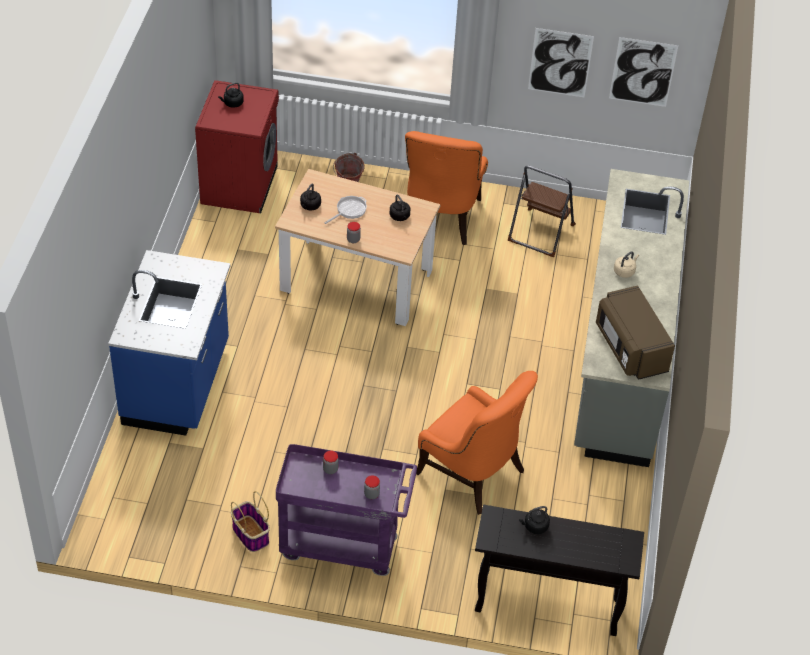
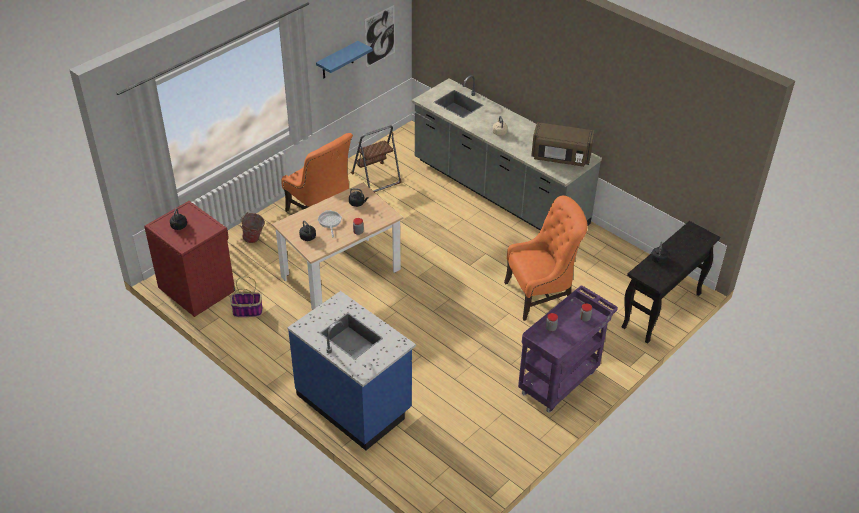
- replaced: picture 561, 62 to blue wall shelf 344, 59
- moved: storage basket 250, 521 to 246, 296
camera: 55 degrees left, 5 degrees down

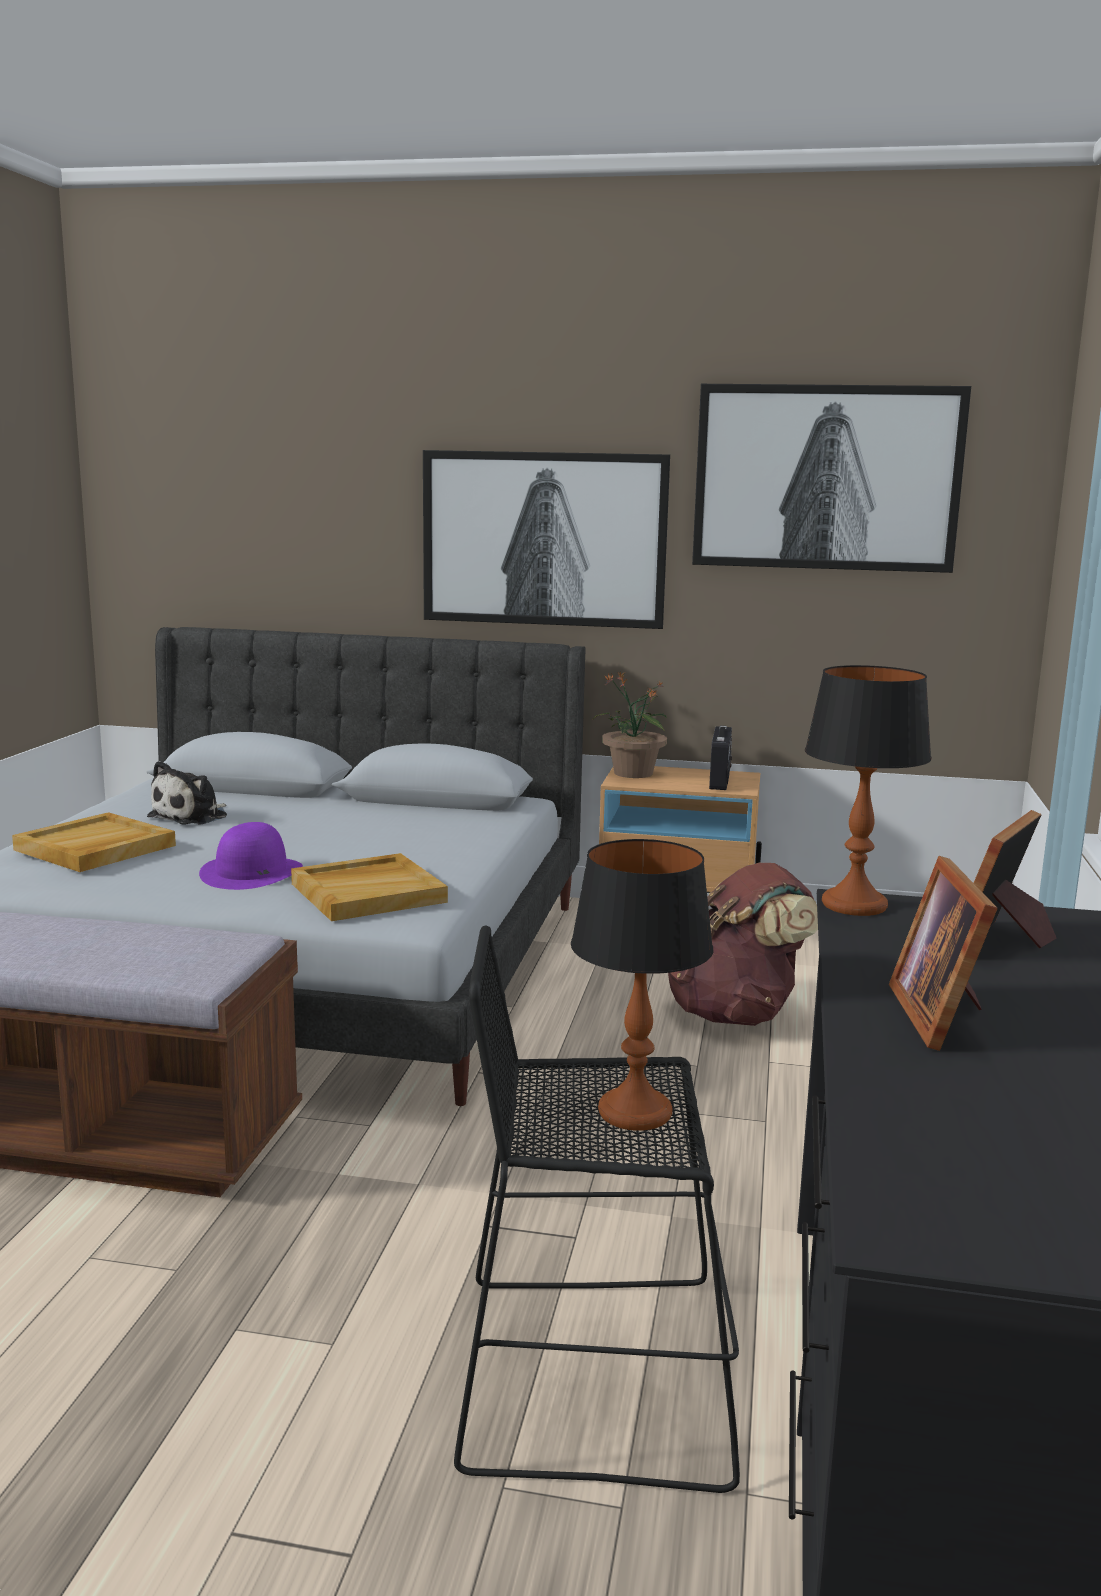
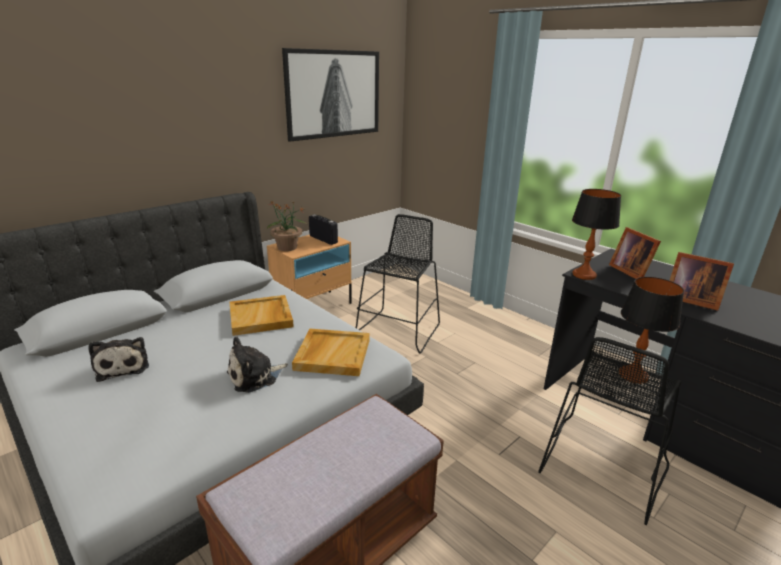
- removed: picture 546, 539
- moved: sand-coloured serving tray 94, 842 to 262, 315
- replaced: purple wearable hat 251, 856 to soft toy 257, 365
- replaced: brownish backpack 743, 944 to black-coloured stool seat 398, 284
camera: 55 degrees left, 10 degrees up

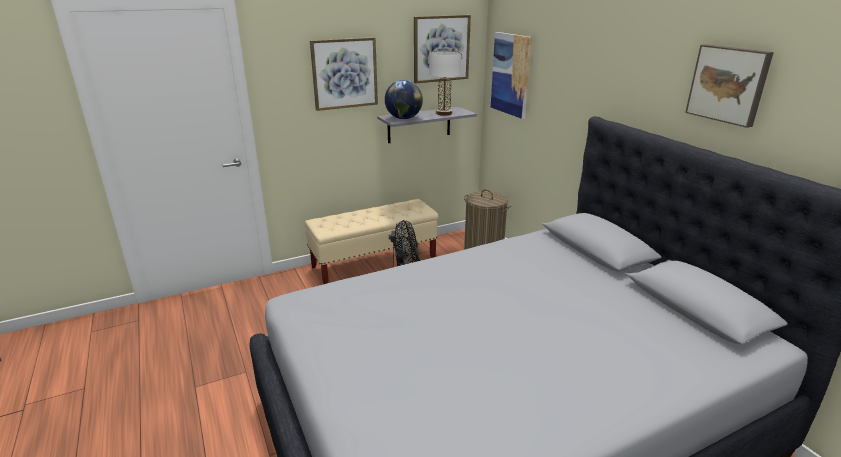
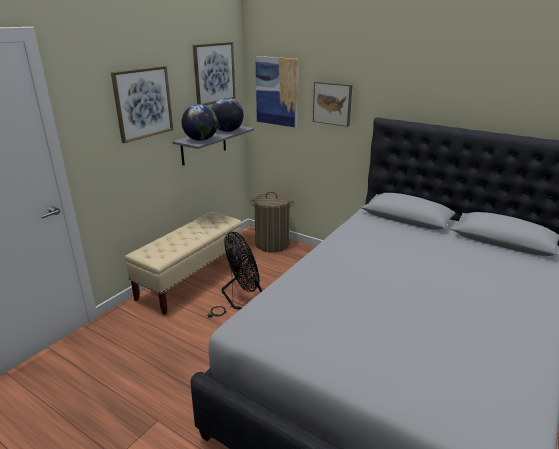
- moved: picture 729, 86 to 332, 104
- replaced: lamp for a table 445, 83 to globe 227, 115
camera: 30 degrees left, 0 degrees up

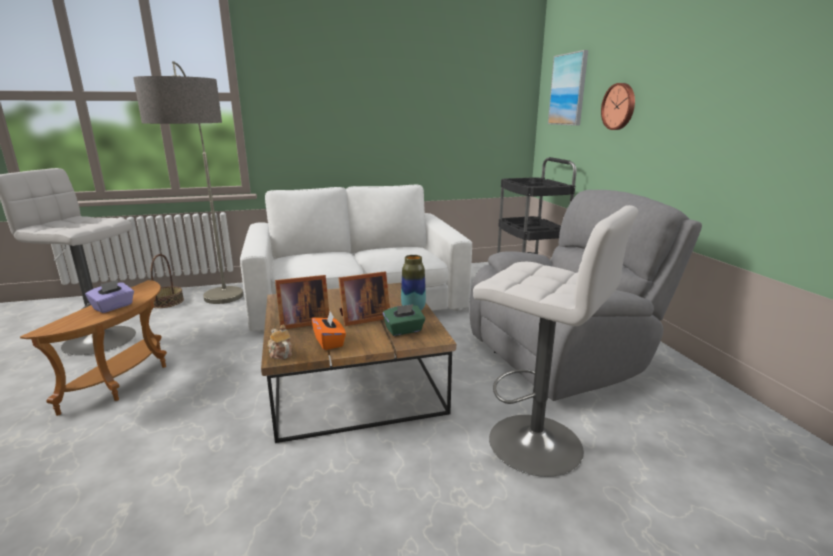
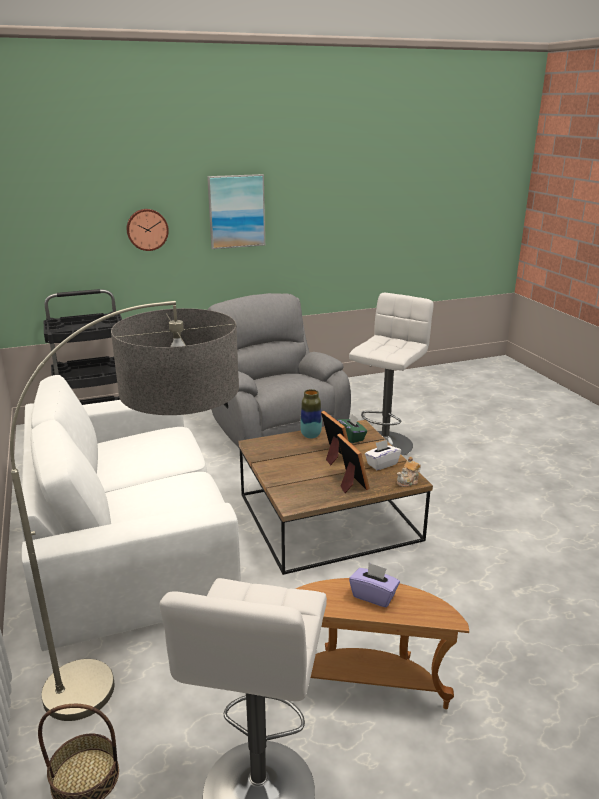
- moved: picture 568, 88 to 236, 211
- recoloured: orangey tissue holder 329, 331 to white tissue holder 383, 455
camera: 95 degrees left, 5 degrees up

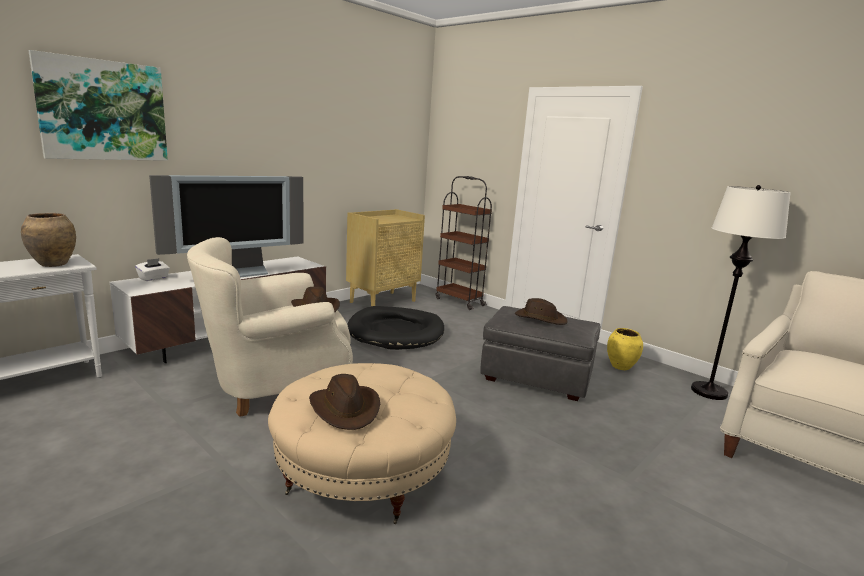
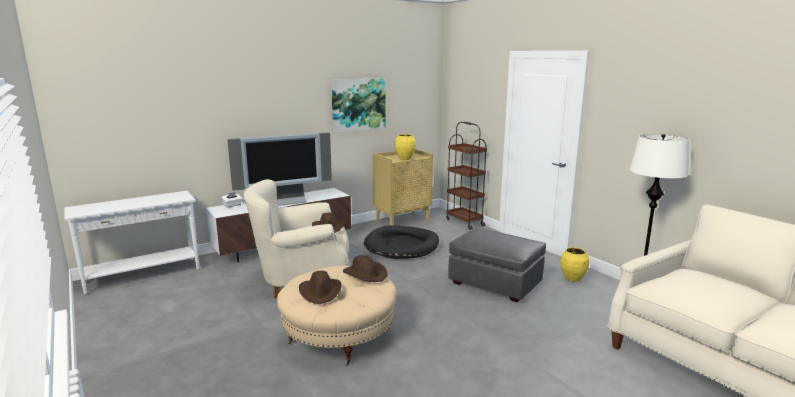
- moved: picture 98, 105 to 358, 105
- removed: brownish vase 48, 240
- moved: brownish wearable hat 541, 311 to 365, 268
- added: yellow-coloured vase 405, 147
camera: 15 degrees right, 0 degrees up

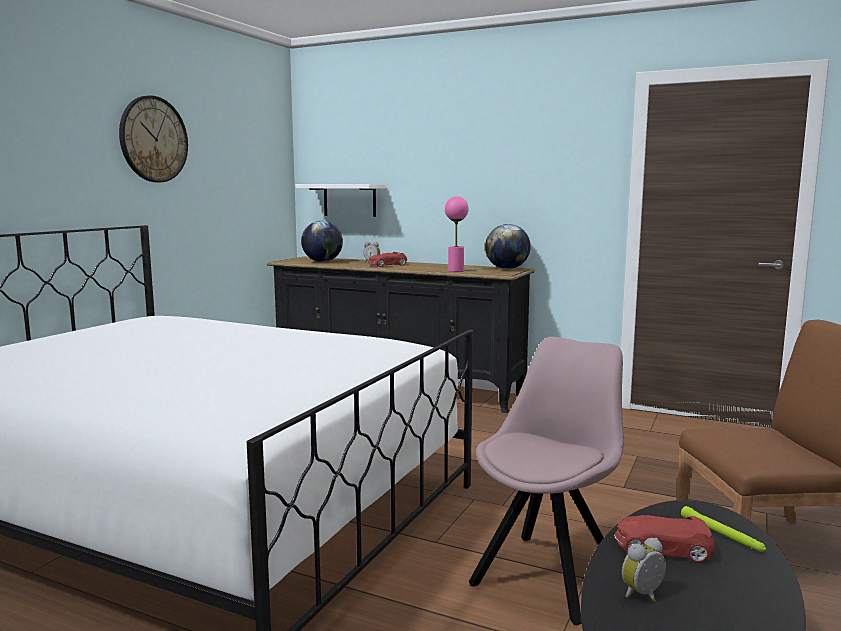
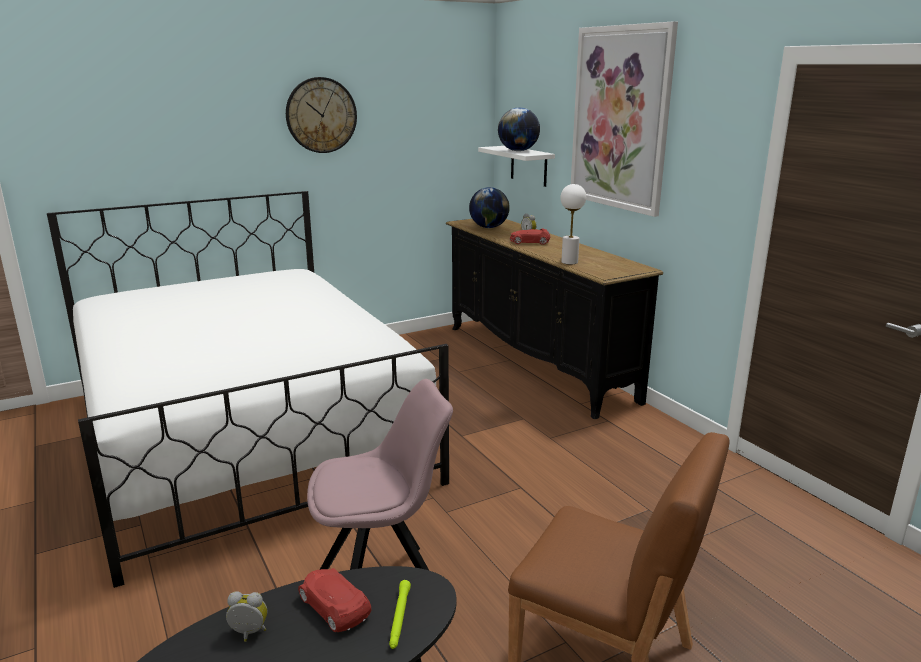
- recoloured: pink-coloured lamp for a table 457, 234 to white lamp for a table 573, 224
- moved: globe 508, 246 to 519, 129
- added: picture 624, 119
camera: 35 degrees right, 10 degrees up

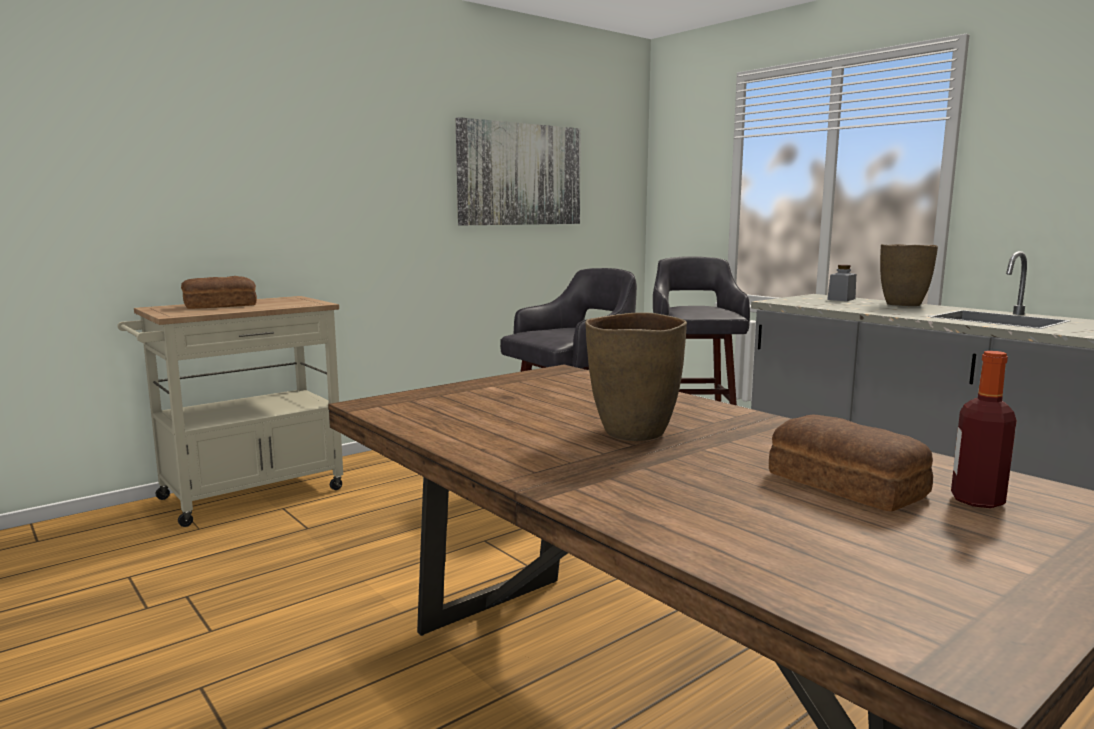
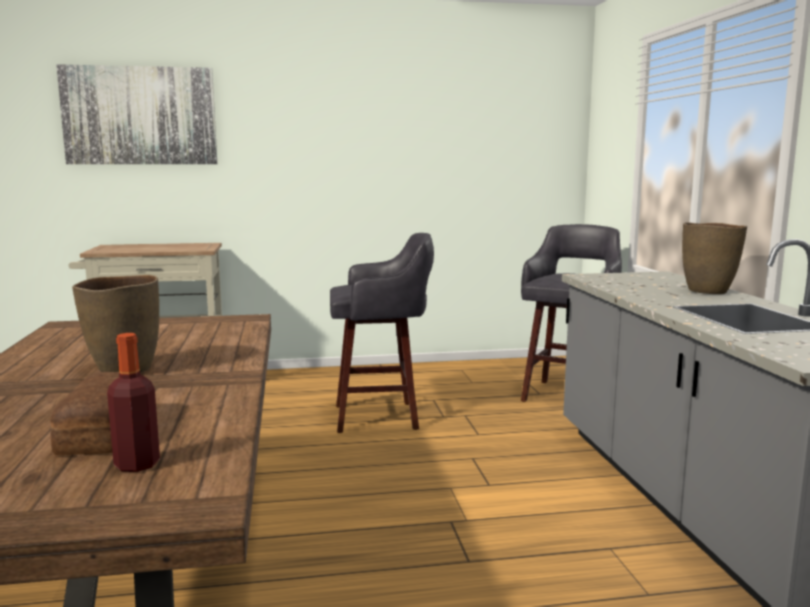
- moved: picture 518, 171 to 136, 114
- removed: gray jar 841, 283
- removed: bakery bread 219, 292
camera: 30 degrees right, 0 degrees up

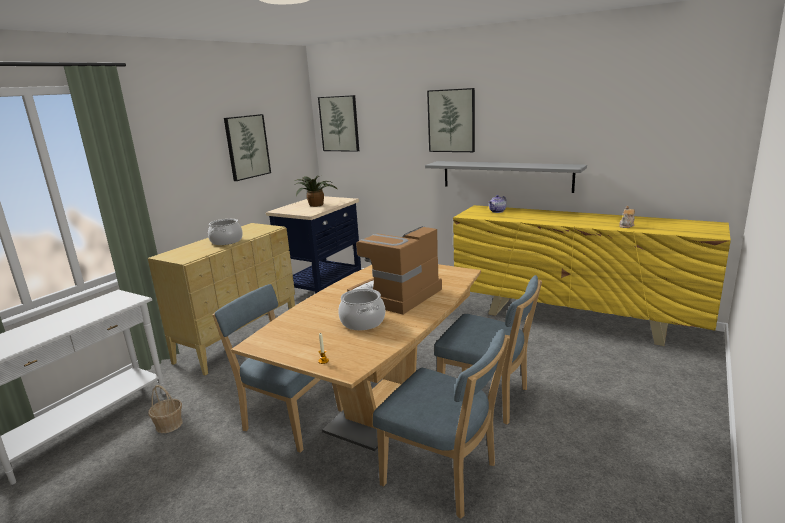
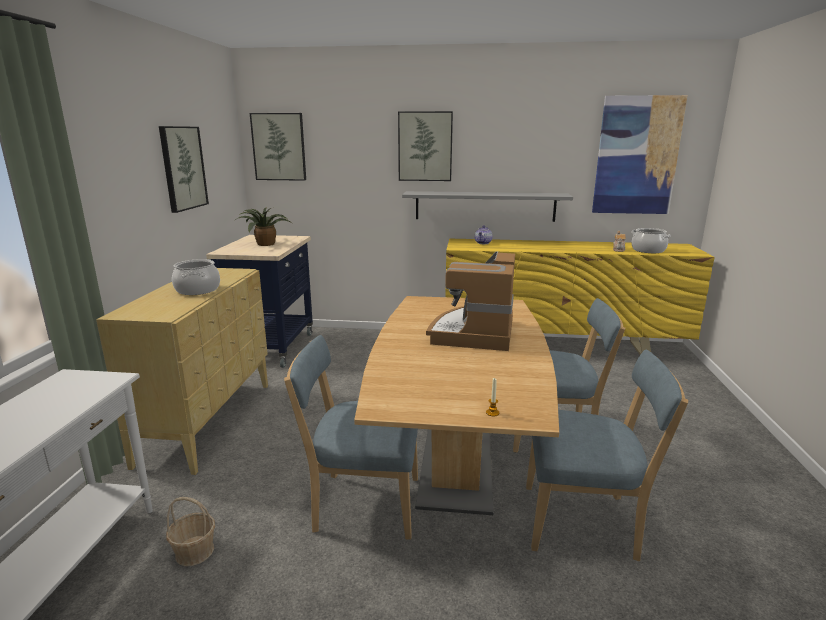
- moved: cooking pot 361, 309 to 651, 240
- added: picture 640, 154
camera: 25 degrees left, 0 degrees up

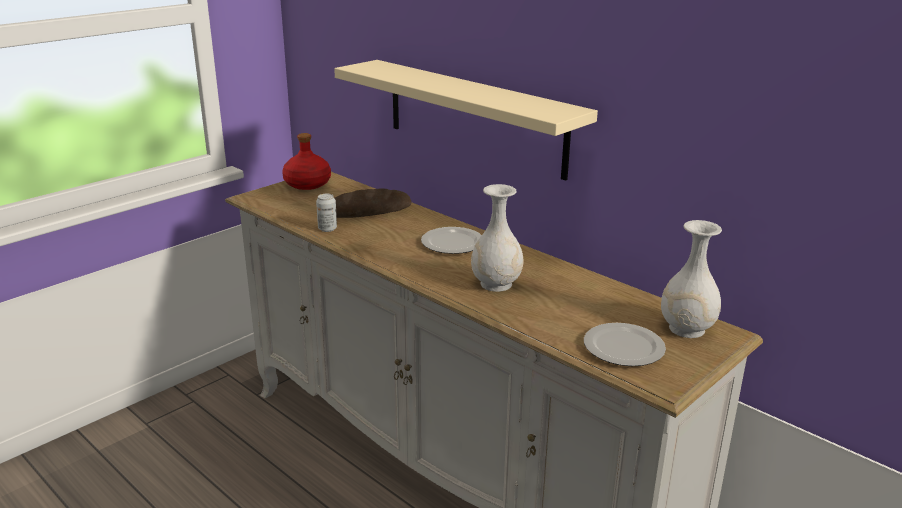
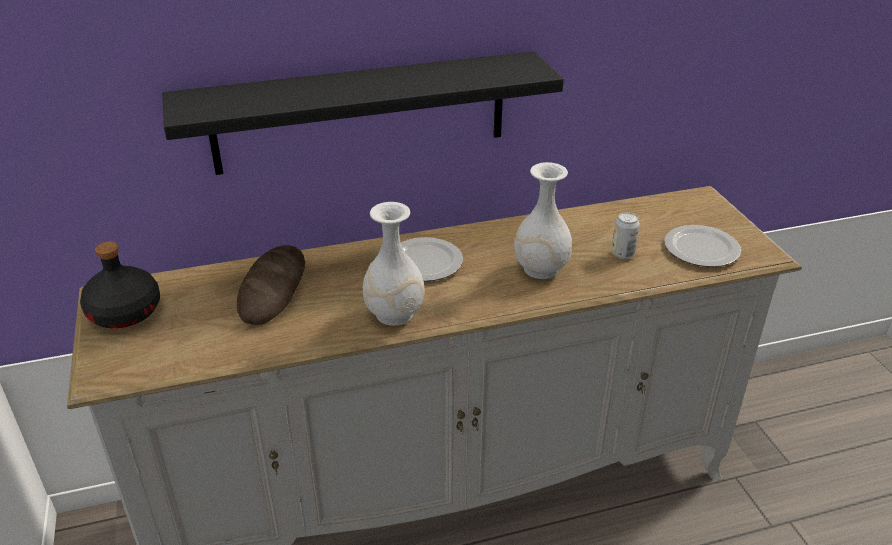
- recoloured: sand-coloured wall shelf 466, 120 to black-coloured wall shelf 363, 113
- recoloured: red beverage bottle 306, 161 to black-coloured beverage bottle 120, 284
- moved: sealed can 326, 213 to 625, 235
- moved: white vase 691, 279 to 394, 264
camera: 60 degrees left, 10 degrees up

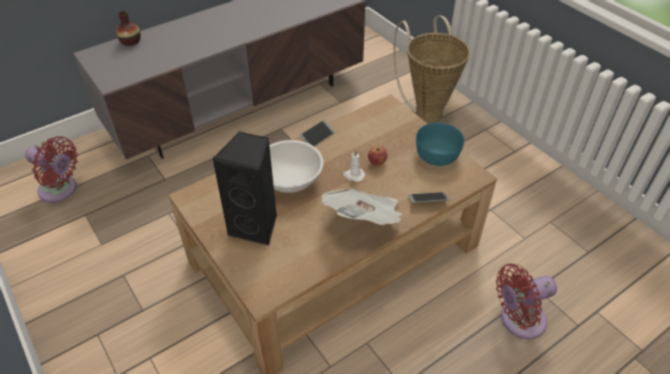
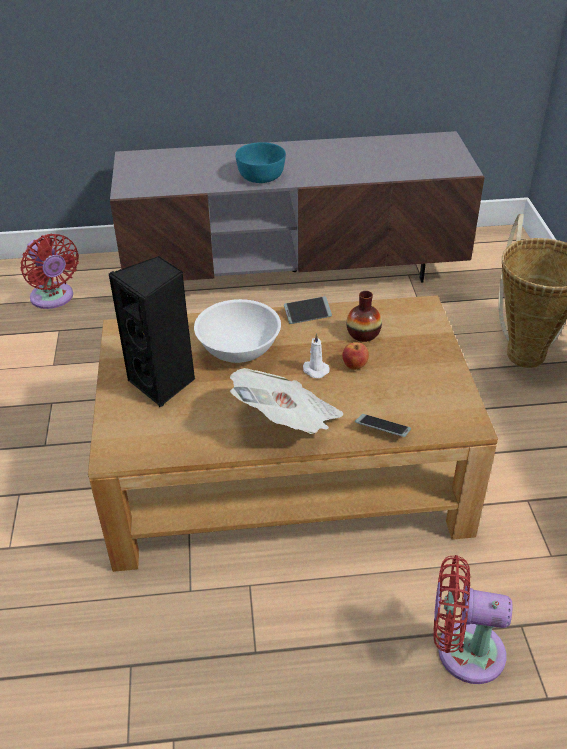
- moved: vase 128, 28 to 364, 316
- moved: turquoise deep dish 440, 144 to 260, 162
camera: 30 degrees right, 5 degrees down

